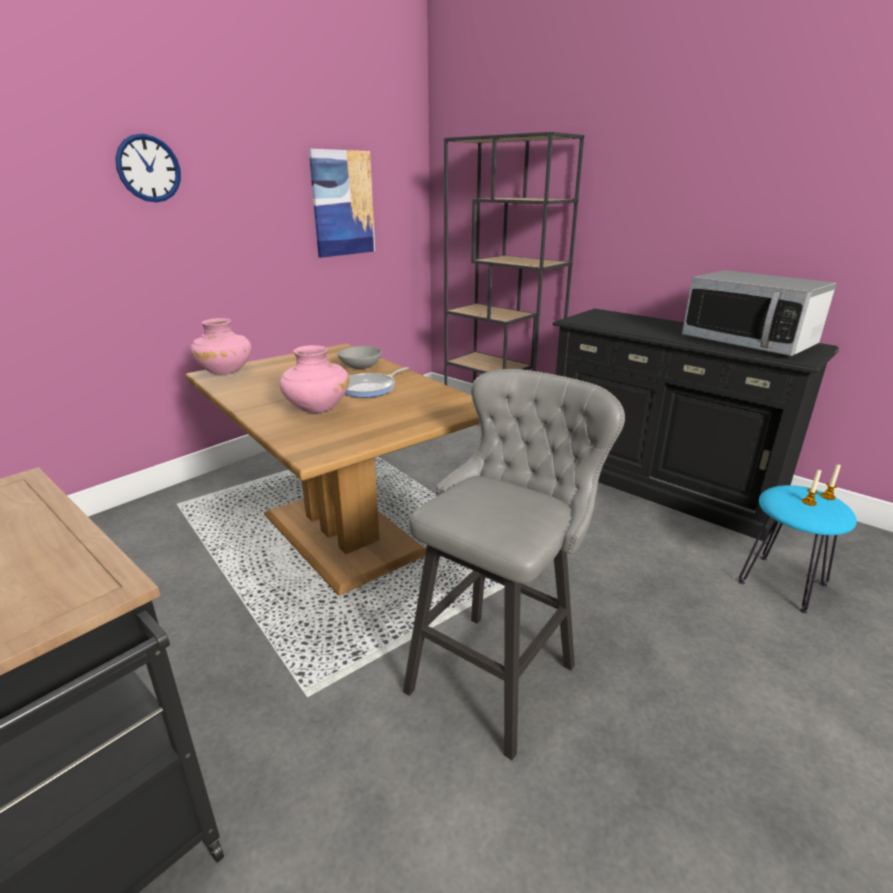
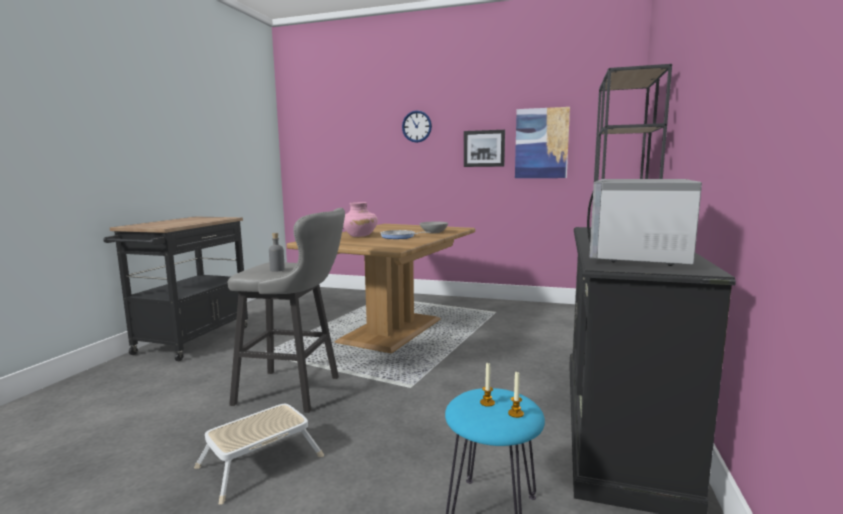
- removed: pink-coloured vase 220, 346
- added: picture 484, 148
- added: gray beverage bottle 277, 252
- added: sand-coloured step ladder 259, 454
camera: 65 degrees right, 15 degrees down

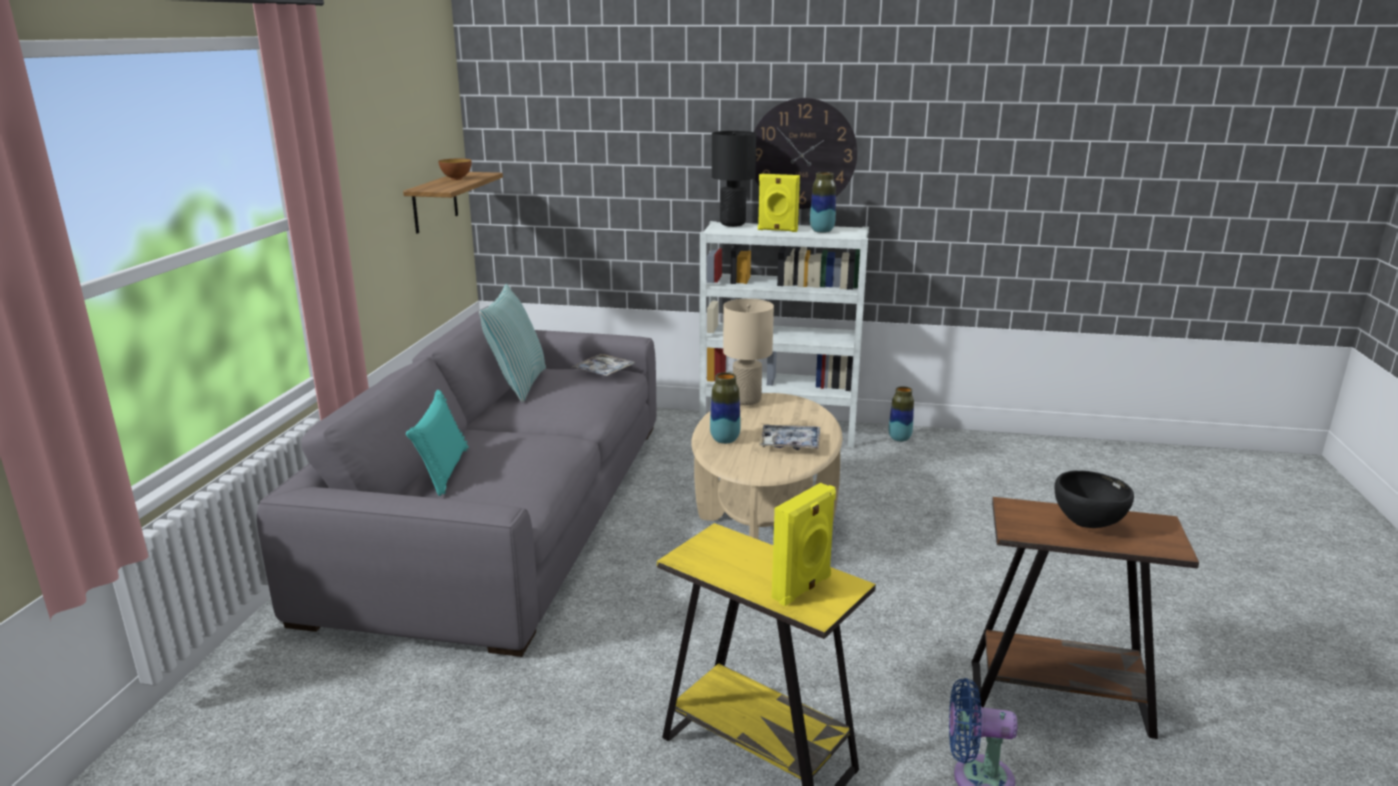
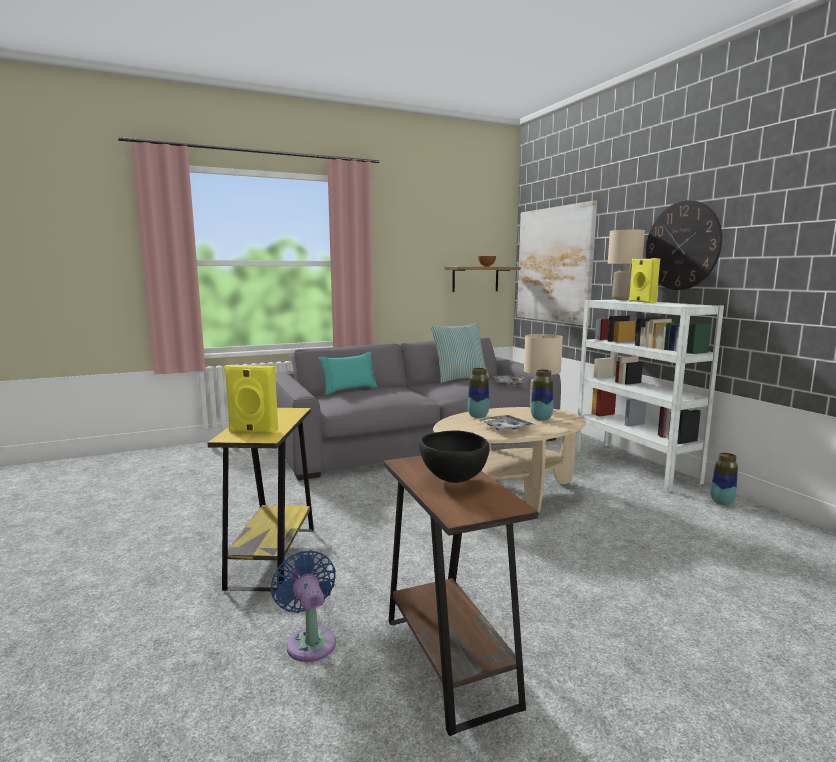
- recoloured: black-coloured lamp for a table 734, 179 to sand-coloured lamp for a table 626, 265
- moved: vase 823, 202 to 542, 395
- added: picture 557, 263
camera: 55 degrees right, 10 degrees down

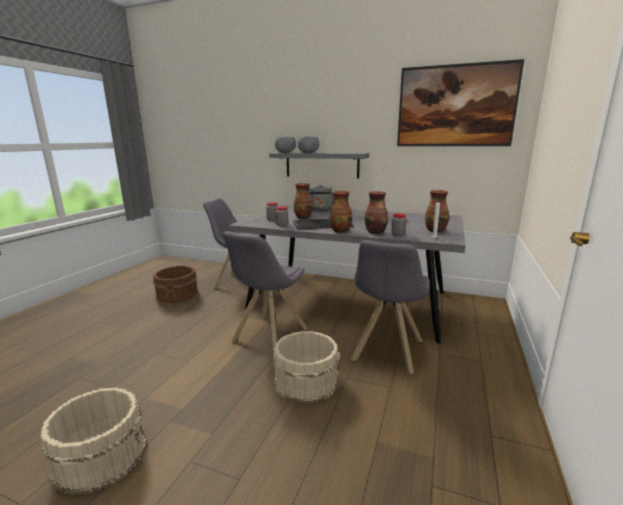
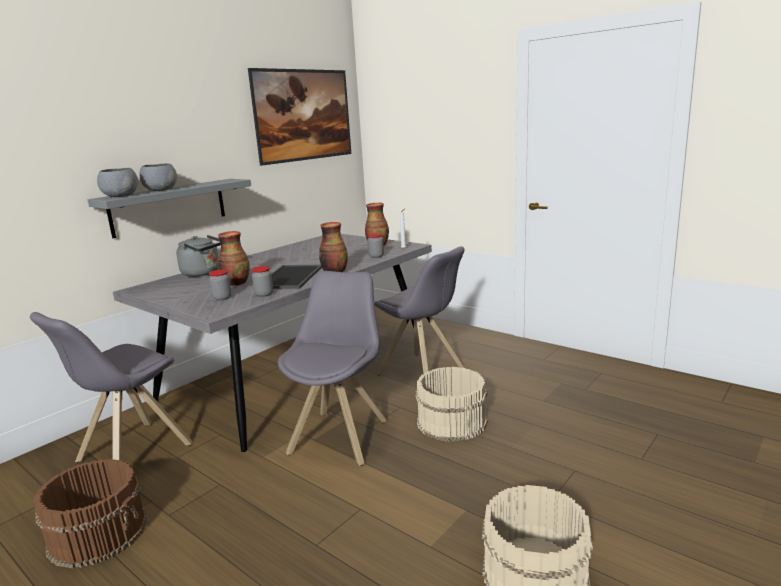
- removed: vase 376, 212
- turned: gray plain chair 265, 293 = 333, 368 120 degrees counterclockwise
camera: 70 degrees left, 0 degrees up

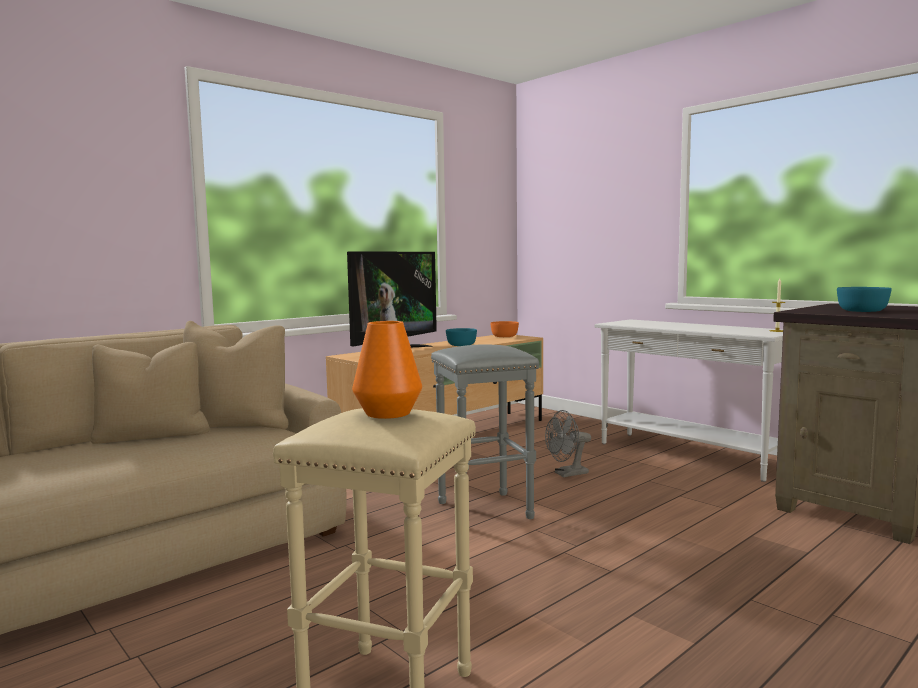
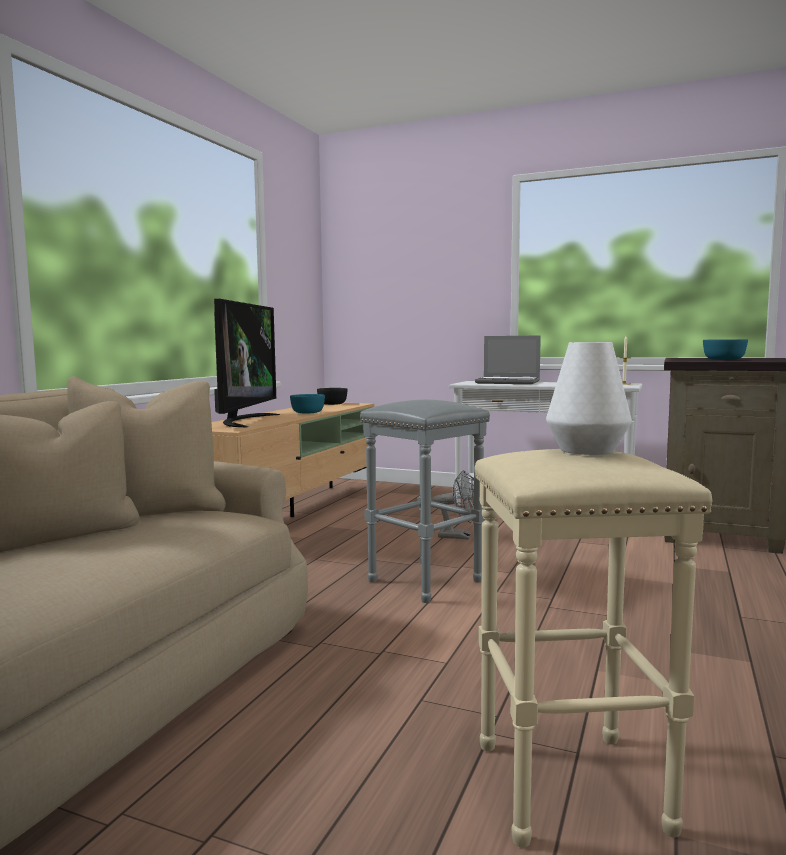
- recoloured: orangey vase 387, 370 to white vase 589, 398
- recoloured: orangey deep dish 504, 329 to black-coloured deep dish 332, 396
- turned: gray cooling fan 568, 443 = 453, 504 120 degrees counterclockwise
- added: notebook computer 508, 359
camera: 25 degrees left, 0 degrees up

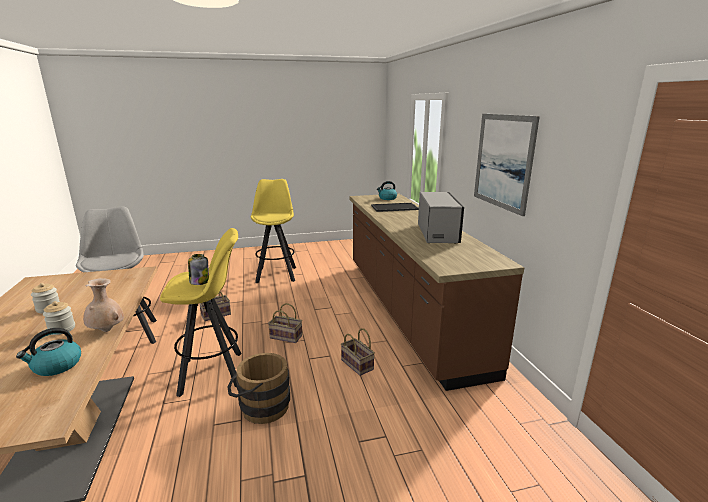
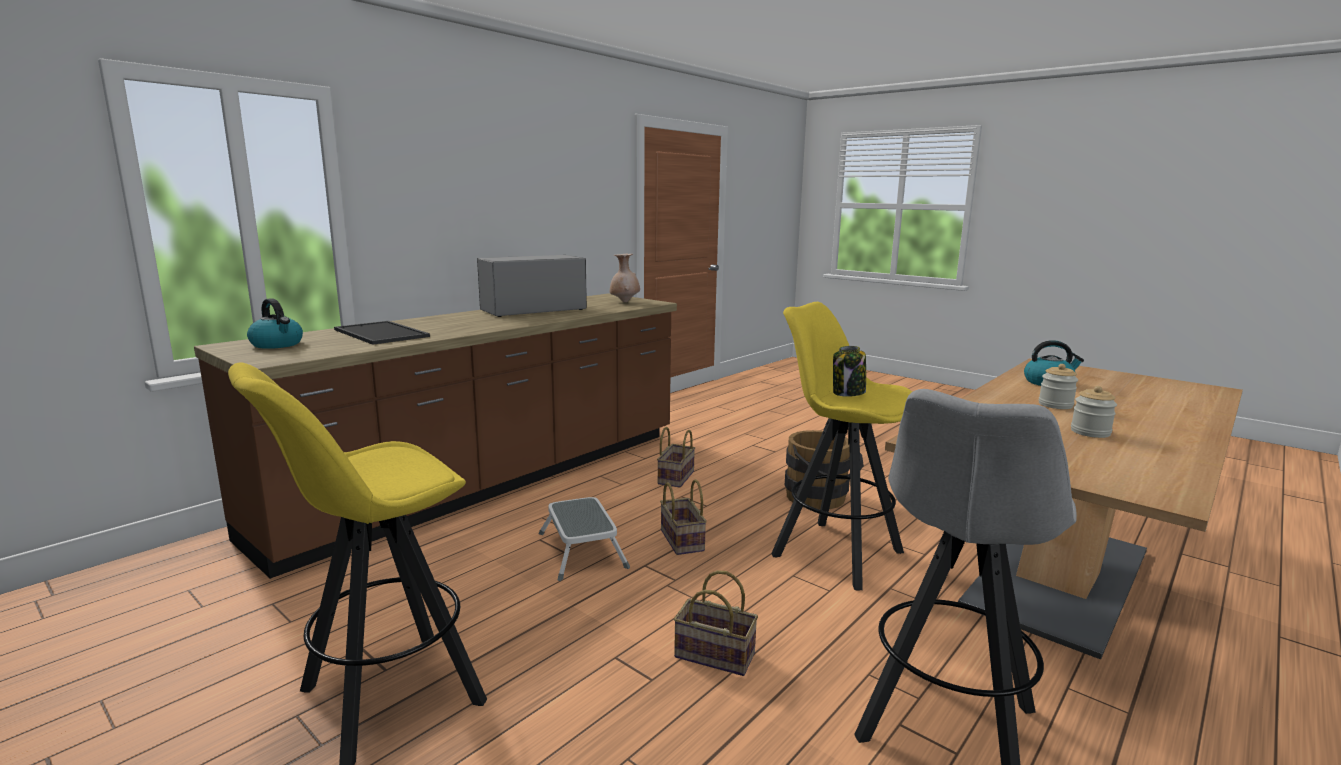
- removed: picture 507, 165
- moved: sand-coloured vase 103, 305 to 624, 278
- added: gray step ladder 584, 539
camera: 125 degrees left, 5 degrees down

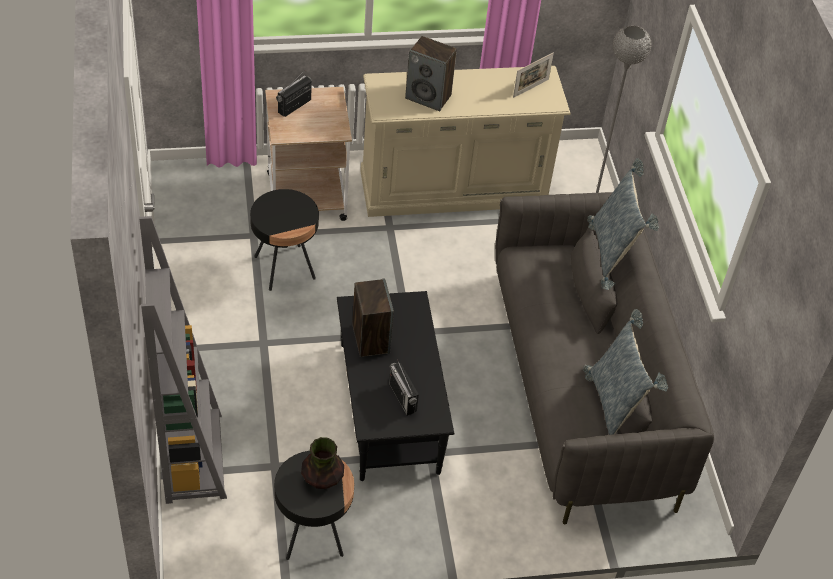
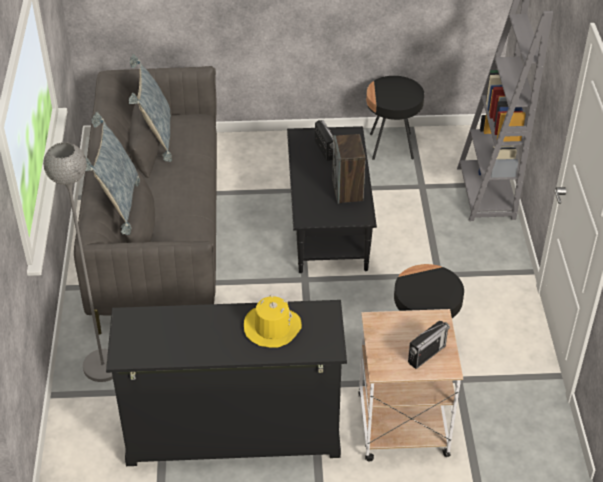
- replaced: loudspeaker 431, 73 to yellow-coloured wearable hat 273, 321
- removed: photo frame 533, 75
- recoloured: sand-coloured cabinet 465, 141 to black-coloured cabinet 226, 383
- removed: vase 322, 463
camera: 170 degrees left, 5 degrees down

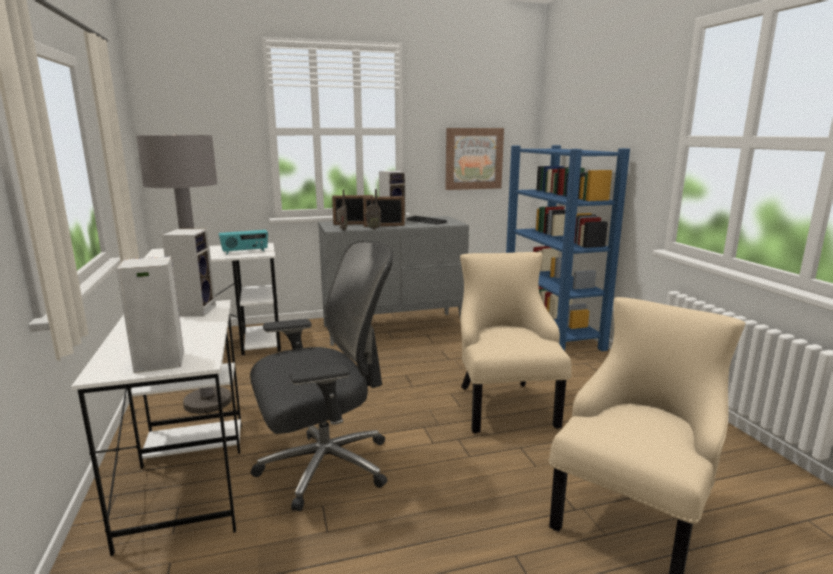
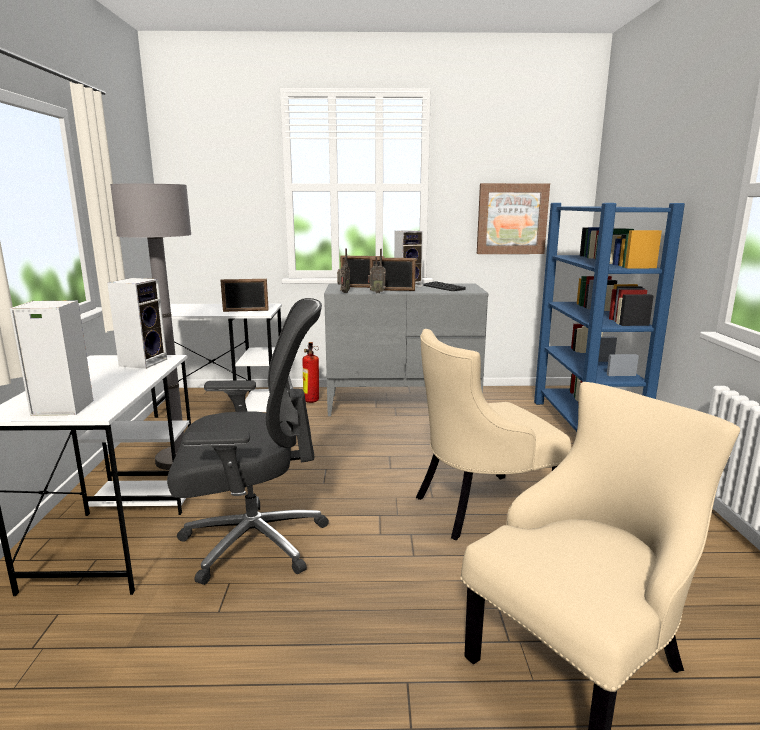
- replaced: radio set 243, 242 to photo frame 244, 295
- turned: sand-coloured plain chair 516, 343 = 493, 434 120 degrees counterclockwise
- added: fire-fighting cylinder 310, 372
camera: 15 degrees right, 0 degrees up

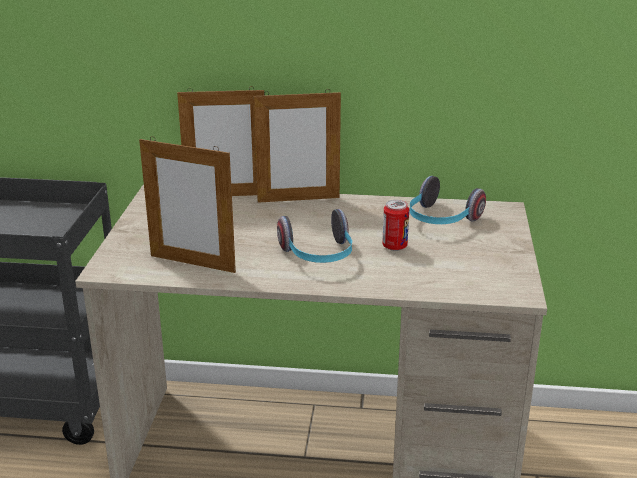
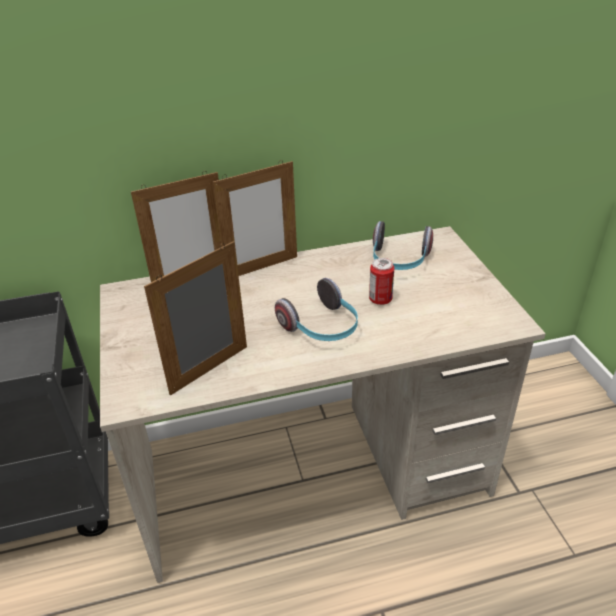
- turned: photo frame 187, 204 = 195, 318 135 degrees clockwise
camera: 20 degrees left, 10 degrees up

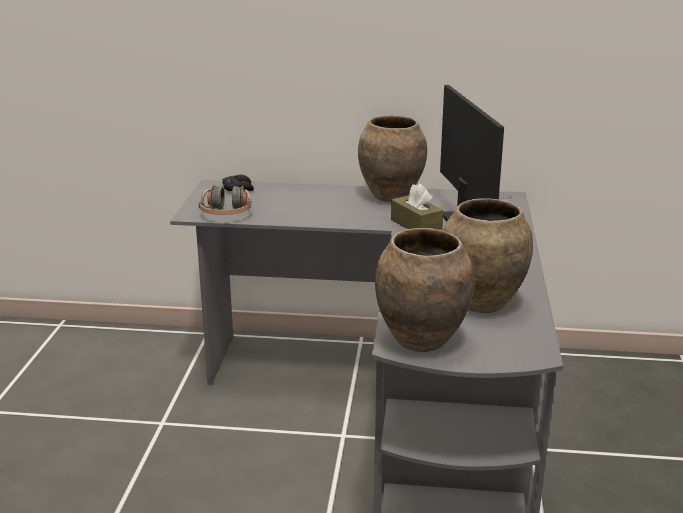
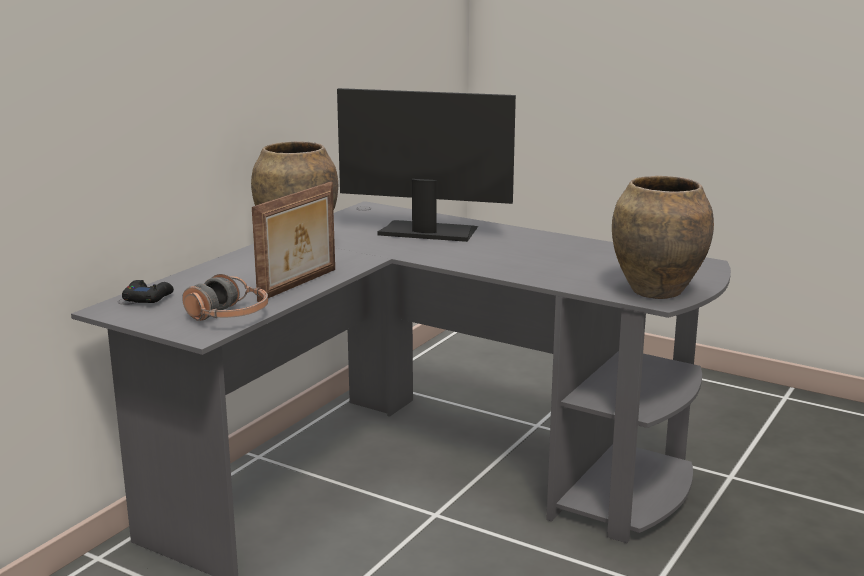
- removed: brownish tissue holder 417, 206
- removed: brownish vase 488, 255
- added: photo frame 293, 242
camera: 65 degrees left, 5 degrees down

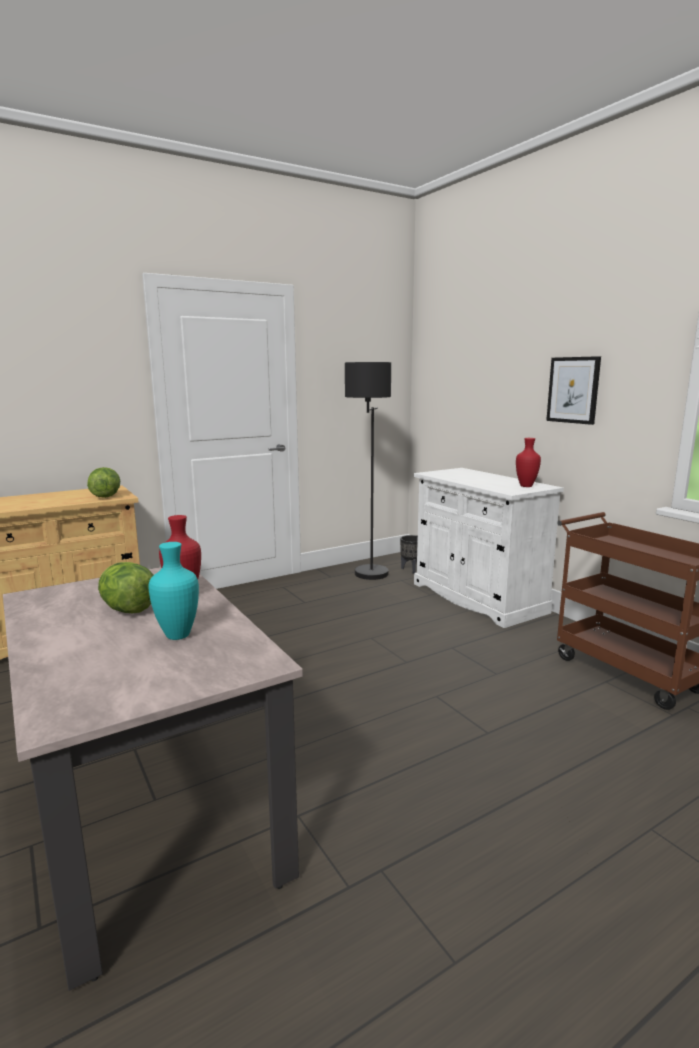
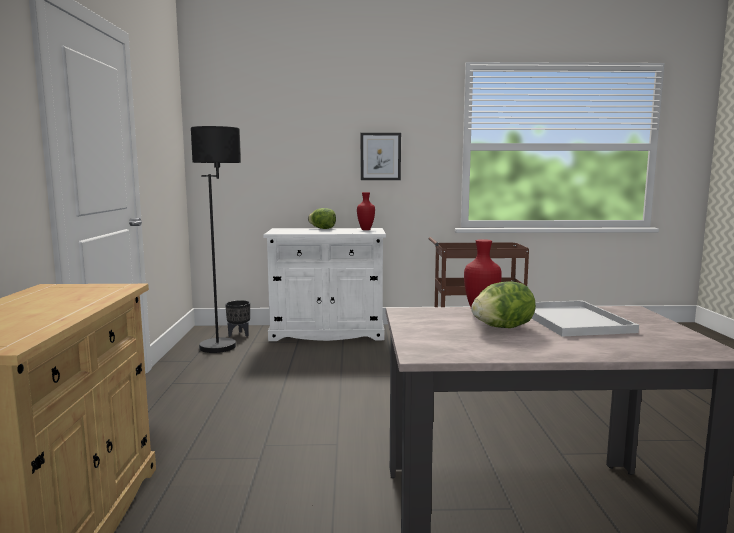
- moved: lettuce head 103, 482 to 322, 218
- replaced: turquoise vase 173, 591 to white serving tray 585, 318
camera: 60 degrees left, 5 degrees down

